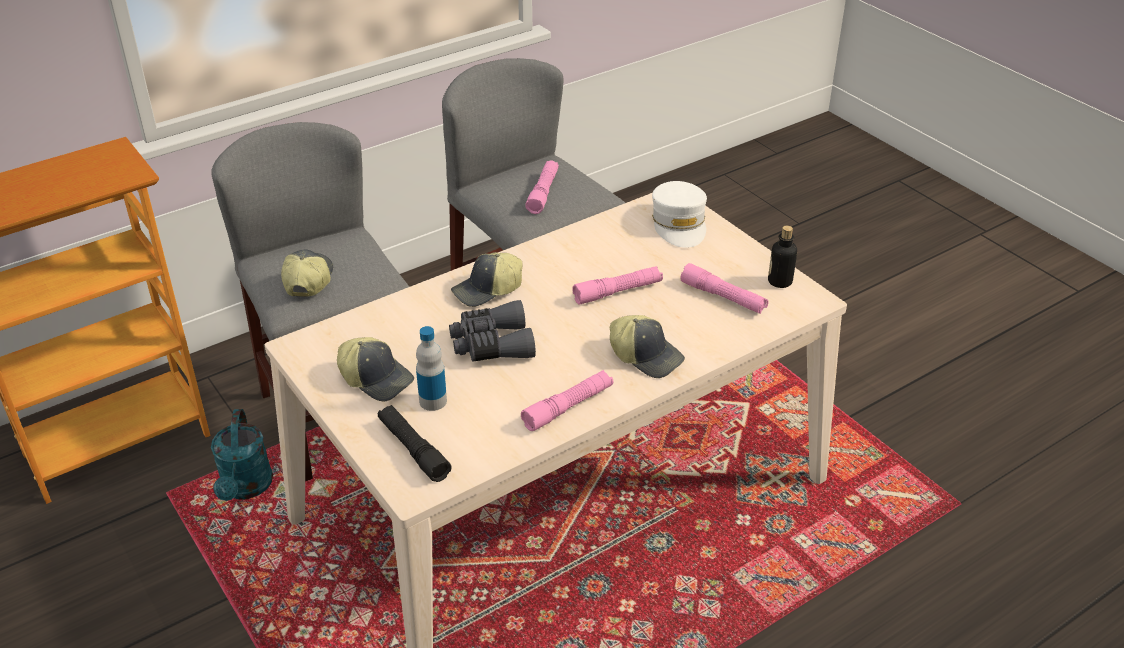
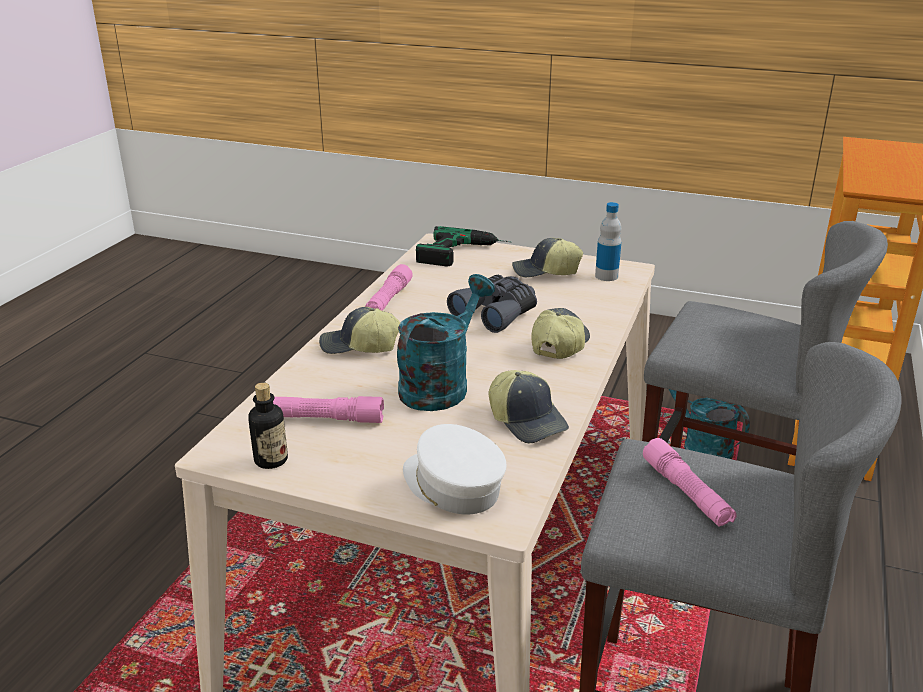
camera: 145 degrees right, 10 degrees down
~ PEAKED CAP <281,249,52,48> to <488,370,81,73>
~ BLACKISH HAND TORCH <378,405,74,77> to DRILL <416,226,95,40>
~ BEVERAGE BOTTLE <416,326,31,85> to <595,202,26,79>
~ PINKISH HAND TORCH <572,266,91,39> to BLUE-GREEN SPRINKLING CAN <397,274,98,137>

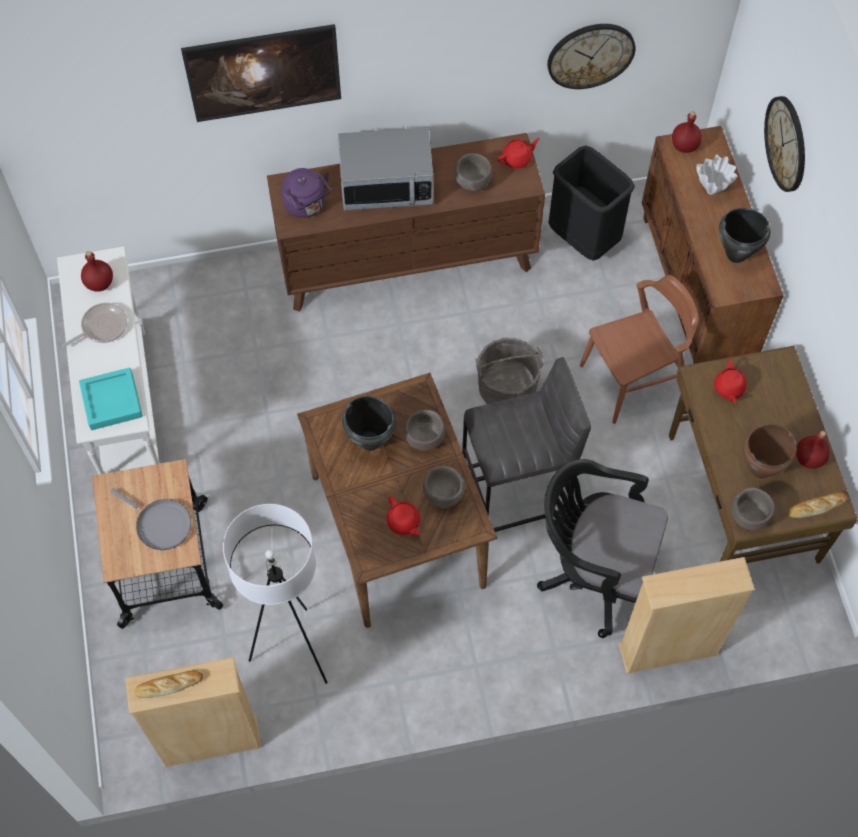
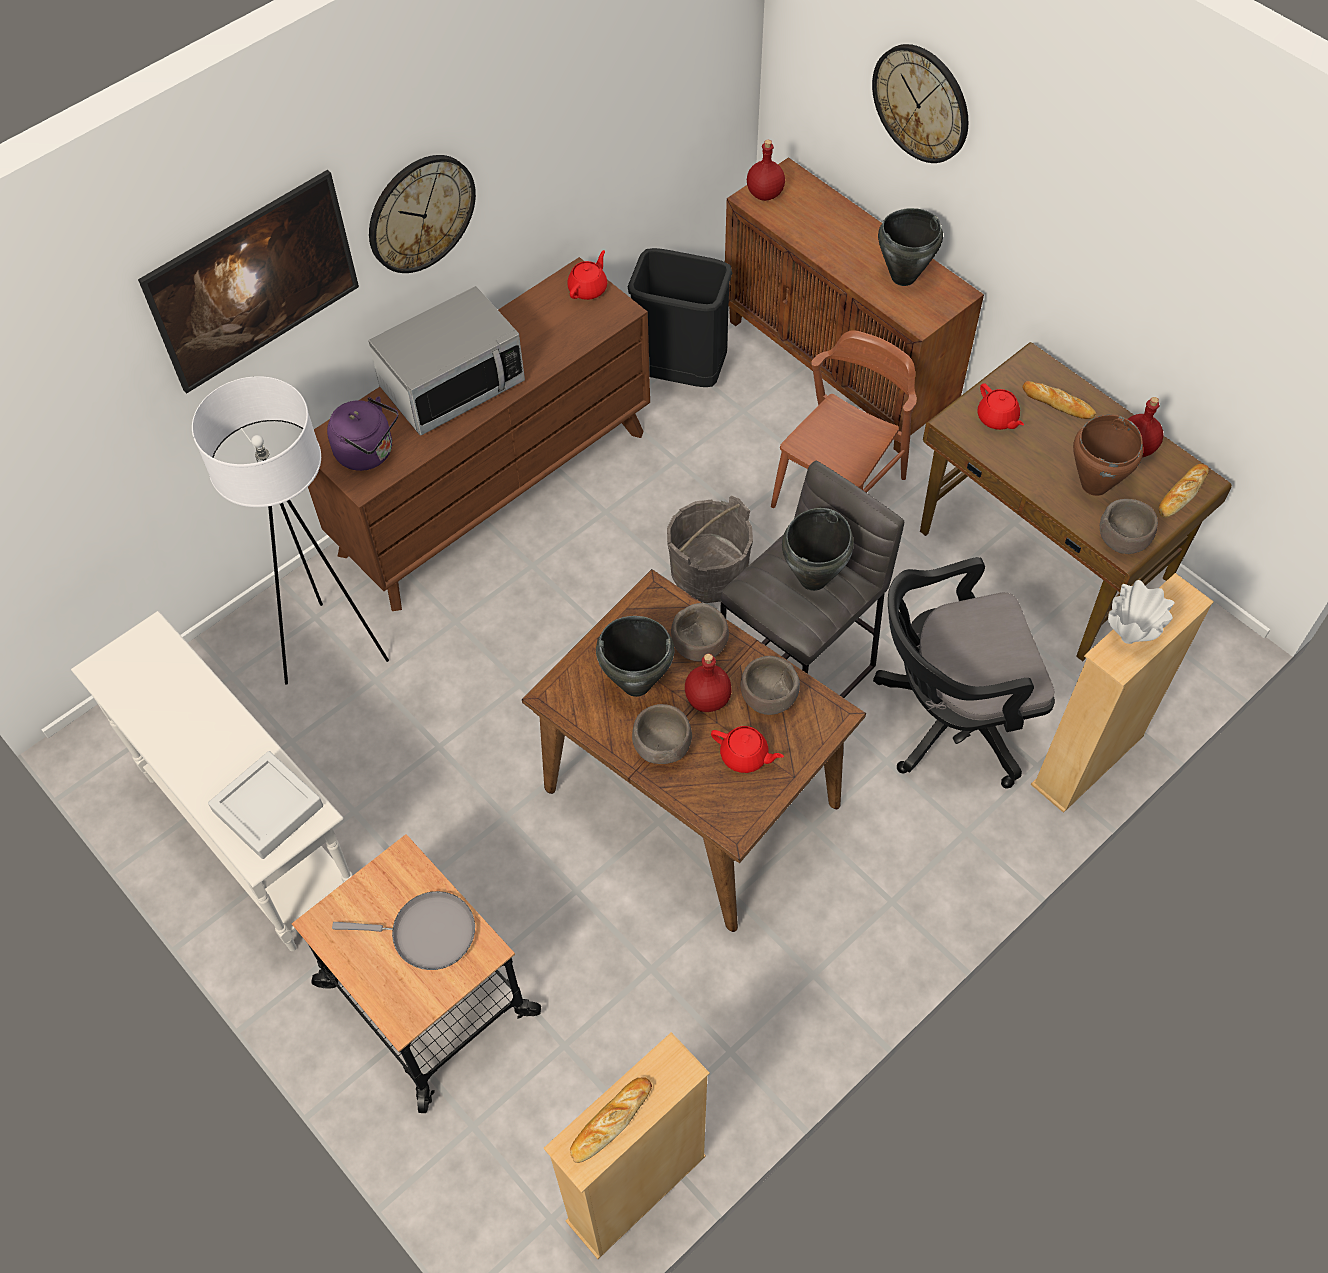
camera: 30 degrees left, 5 degrees down
- SKILLET <61,303,66,45>
~ BLUE-GREEN TRAY <79,368,64,62> to GREY TRAY <208,751,115,108>
~ RED-COLOURED BEVERAGE BOTTLE <81,251,32,41> to <685,654,46,58>
~ WHITE FLOOR LAMP <223,504,105,180> to <192,376,197,308>
~ BROWNISH BOWL <454,153,38,38> to <632,704,60,60>
~ CLOCK ON THE WALL <547,24,88,65> to <369,155,107,118>
~ WHITE DECORATIVE VASE <696,154,41,41> to <1108,580,67,64>
+ BLACKISH COOKING POT <782,508,72,83>
+ BREAD <1022,381,74,38>

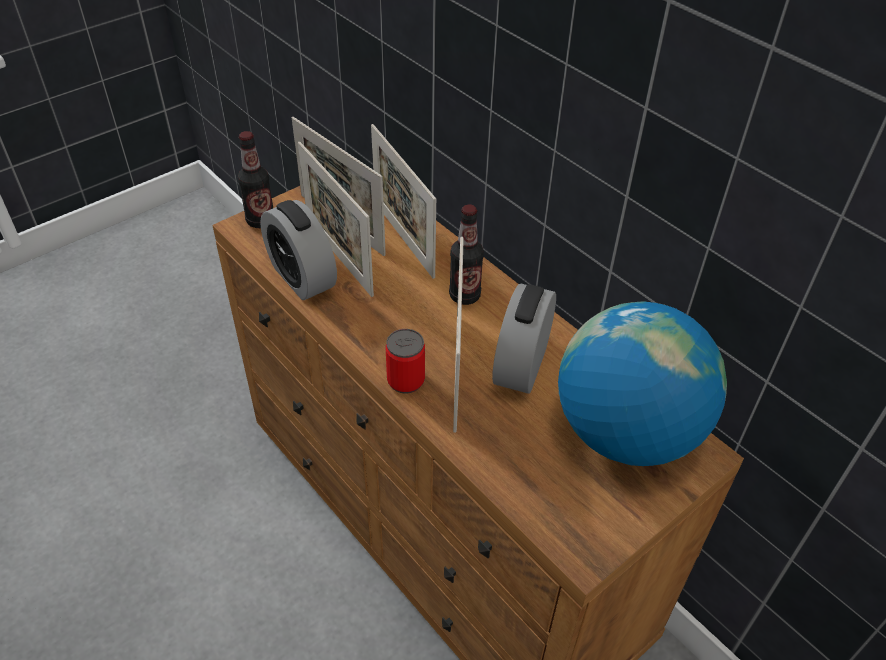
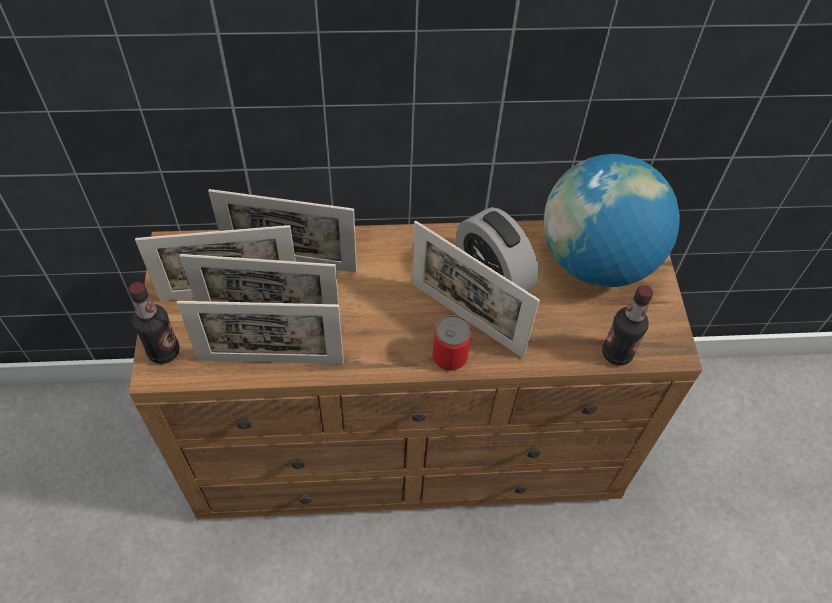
camera: 55 degrees left, 10 degrees up
~ ALARM CLOCK <260,200,77,100> to STANDING FRAME <176,301,168,63>
~ BEVERAGE BOTTLE <449,205,35,100> to <602,285,51,81>

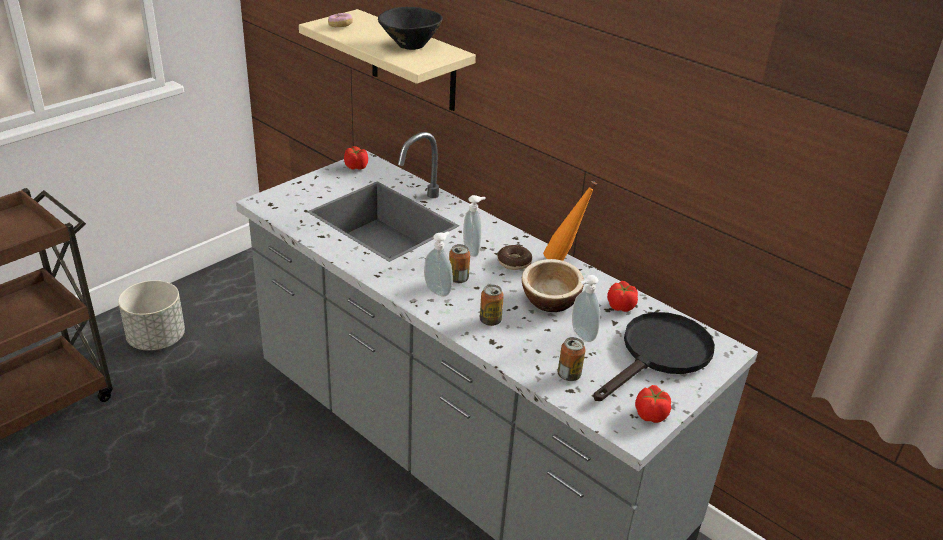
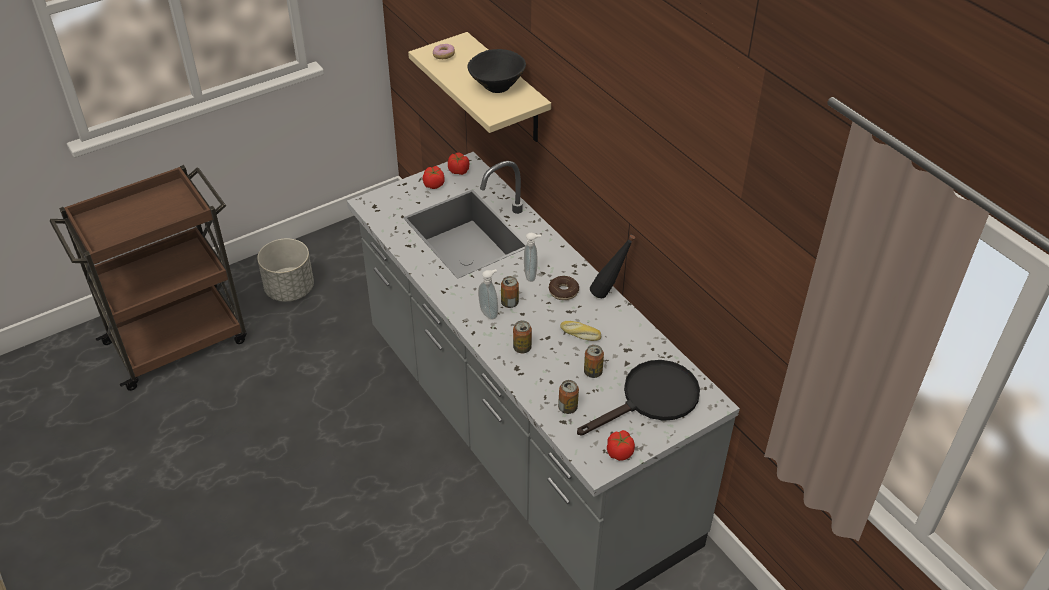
camera: 15 degrees right, 10 degrees up
~ BOWL <522,259,62,53> to BREAD <560,321,41,20>
~ ORANGE BEVERAGE BOTTLE <543,181,54,80> to BLACKISH BEVERAGE BOTTLE <590,235,45,63>
~ SOAP DISPENSER <572,275,28,67> to METAL CAN <584,345,20,33>
~ WHOLE TOMATO <607,281,31,31> to <423,166,21,23>

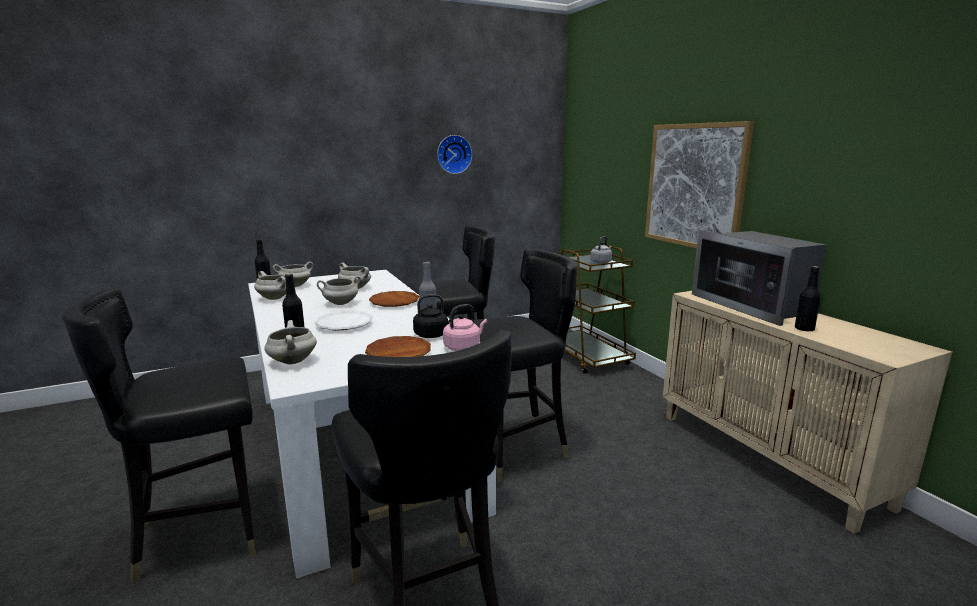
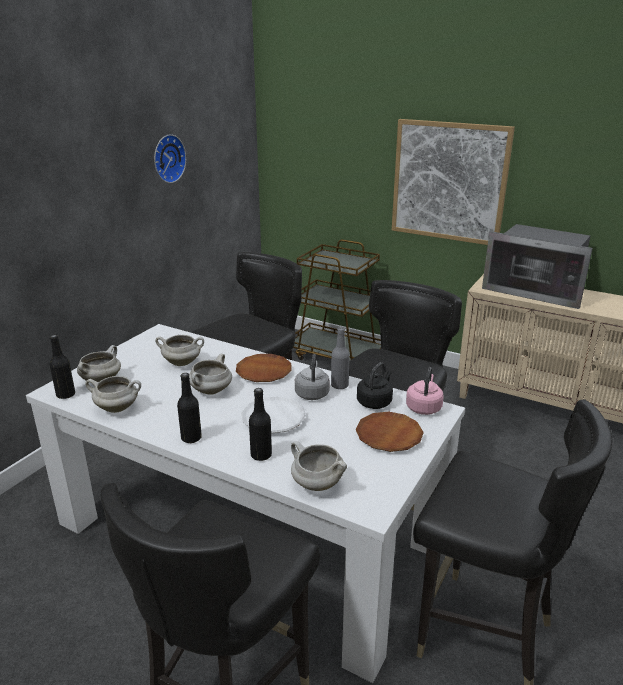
camera: 35 degrees left, 10 degrees up
~ GREY TEA KETTLE <590,236,22,28> to <295,354,35,46>
~ BLACKISH BEVERAGE BOTTLE <795,266,26,65> to <177,373,25,70>

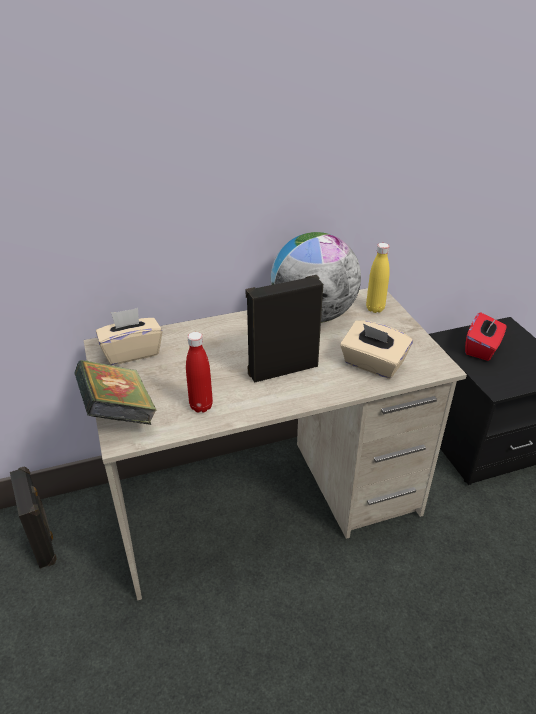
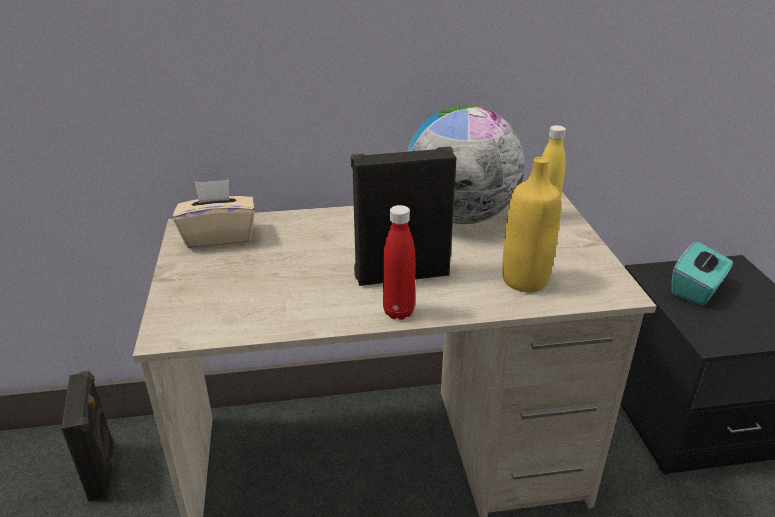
camera: 10 degrees right, 5 degrees down
- VOLUME <74,360,83,65>
~ RED-COLOURED BEVERAGE BOTTLE <186,332,27,81> to <383,205,32,115>
~ BEIGE-COLOURED BOX OF TISSUES <340,320,73,59> to YELLOWISH BEVERAGE BOTTLE <502,157,59,135>
~ RED-COLOURED BOX OF TISSUES <465,312,41,49> to BLUE-GREEN BOX OF TISSUES <671,242,62,63>

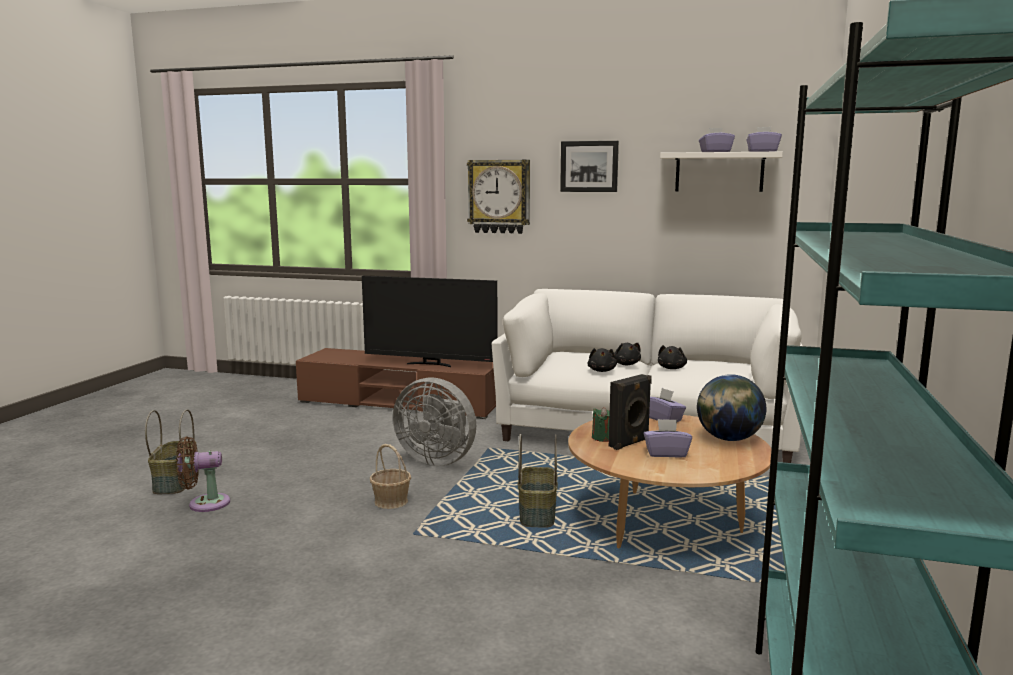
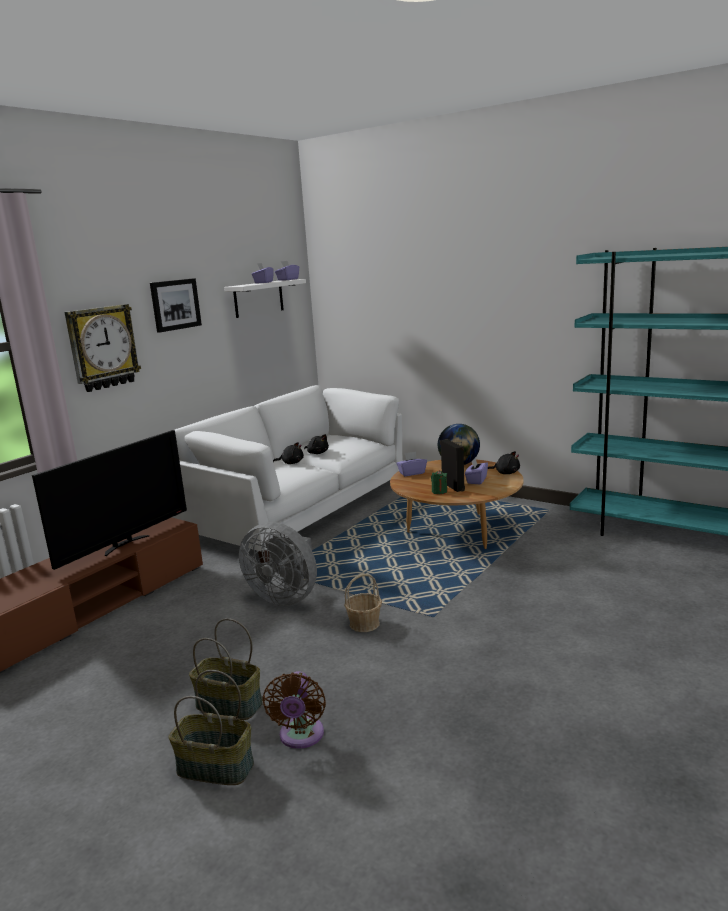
camera: 70 degrees left, 5 degrees up
~ GREY COOLING FAN <393,378,83,88> = <239,522,78,84> 75 degrees clockwise
~ HOUSEHOLD BASKET <518,433,40,95> to <189,618,74,102>
~ BLACKISH CUDDLY TOY <587,348,30,24> to <488,451,32,23>

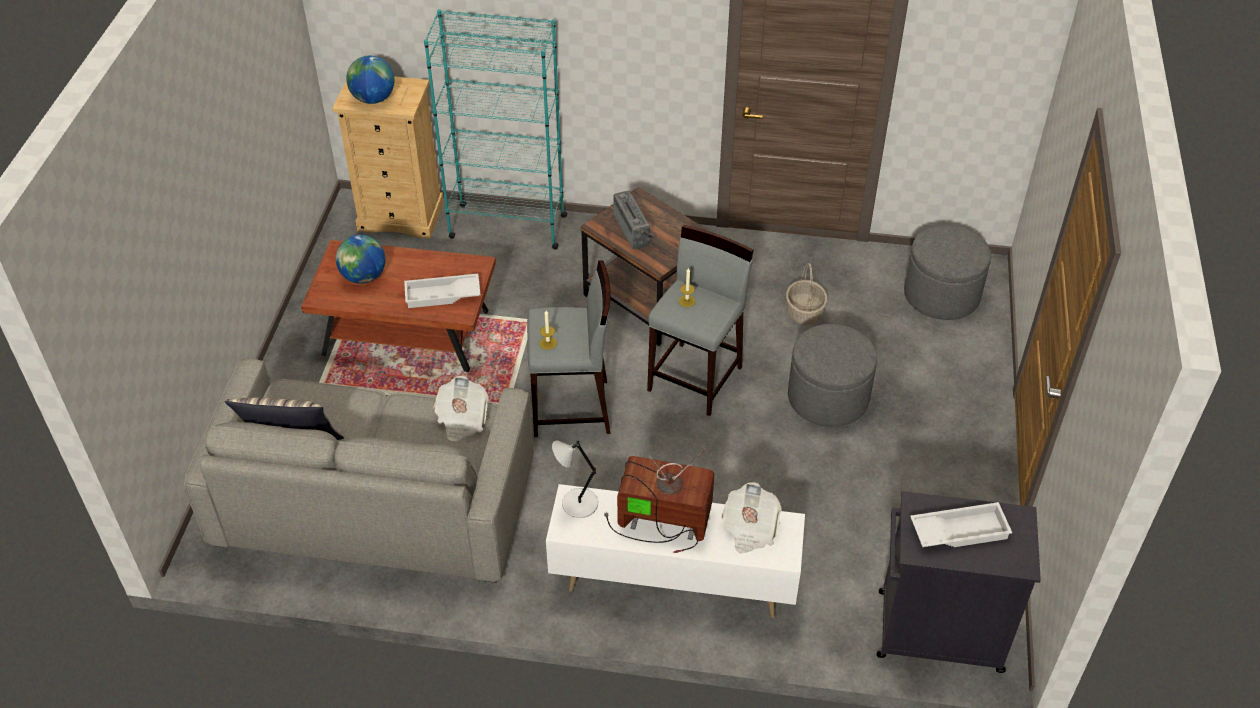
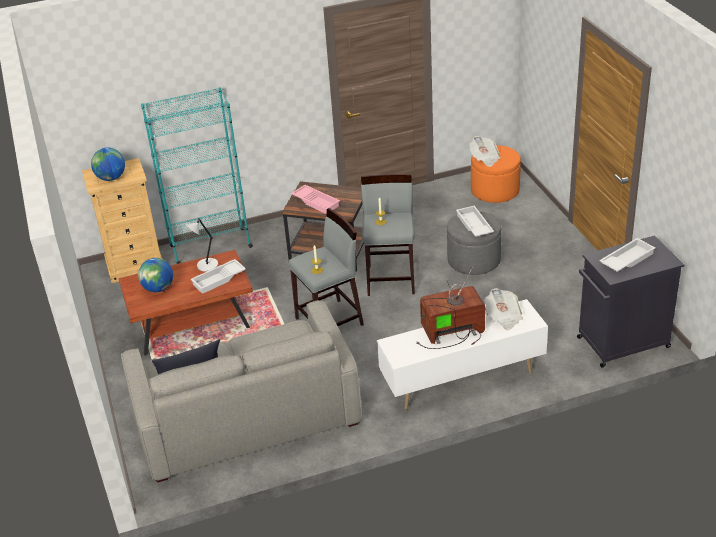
camera: 25 degrees left, 10 degrees down
~ DAILY PAPER <433,376,56,65> to <469,136,32,31>
~ GREY TABLETOP LAMP <552,441,46,77> to <185,218,33,54>
~ RADIO SET <613,191,42,59> to PINKISH TRAY <291,185,49,29>
- HOUSEHOLD BASKET <786,263,41,62>
~ GREY POUFFE <904,225,87,95> to ORANGE POUFFE <471,145,50,58>
+ WHITE TRAY <456,206,38,31>

